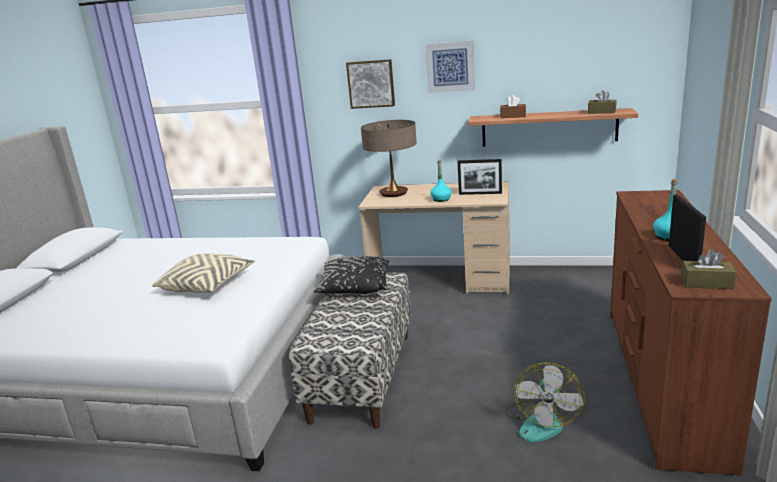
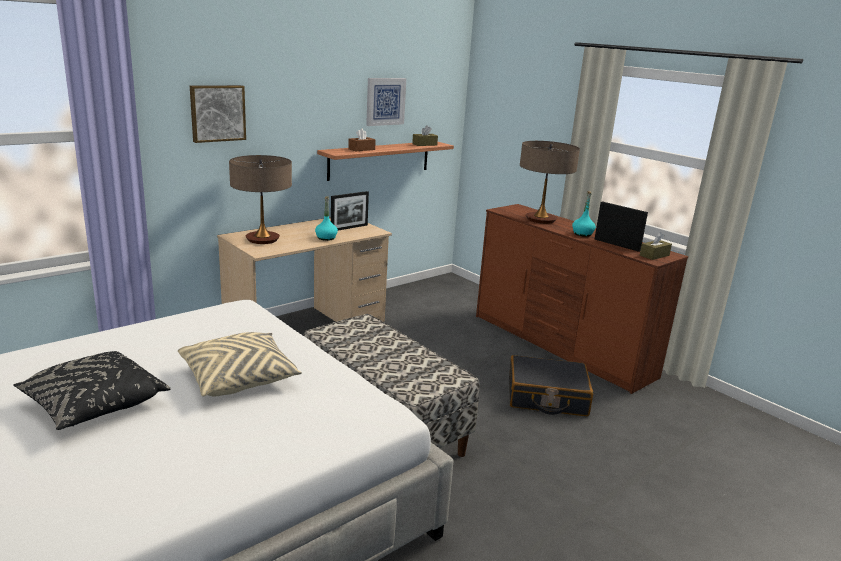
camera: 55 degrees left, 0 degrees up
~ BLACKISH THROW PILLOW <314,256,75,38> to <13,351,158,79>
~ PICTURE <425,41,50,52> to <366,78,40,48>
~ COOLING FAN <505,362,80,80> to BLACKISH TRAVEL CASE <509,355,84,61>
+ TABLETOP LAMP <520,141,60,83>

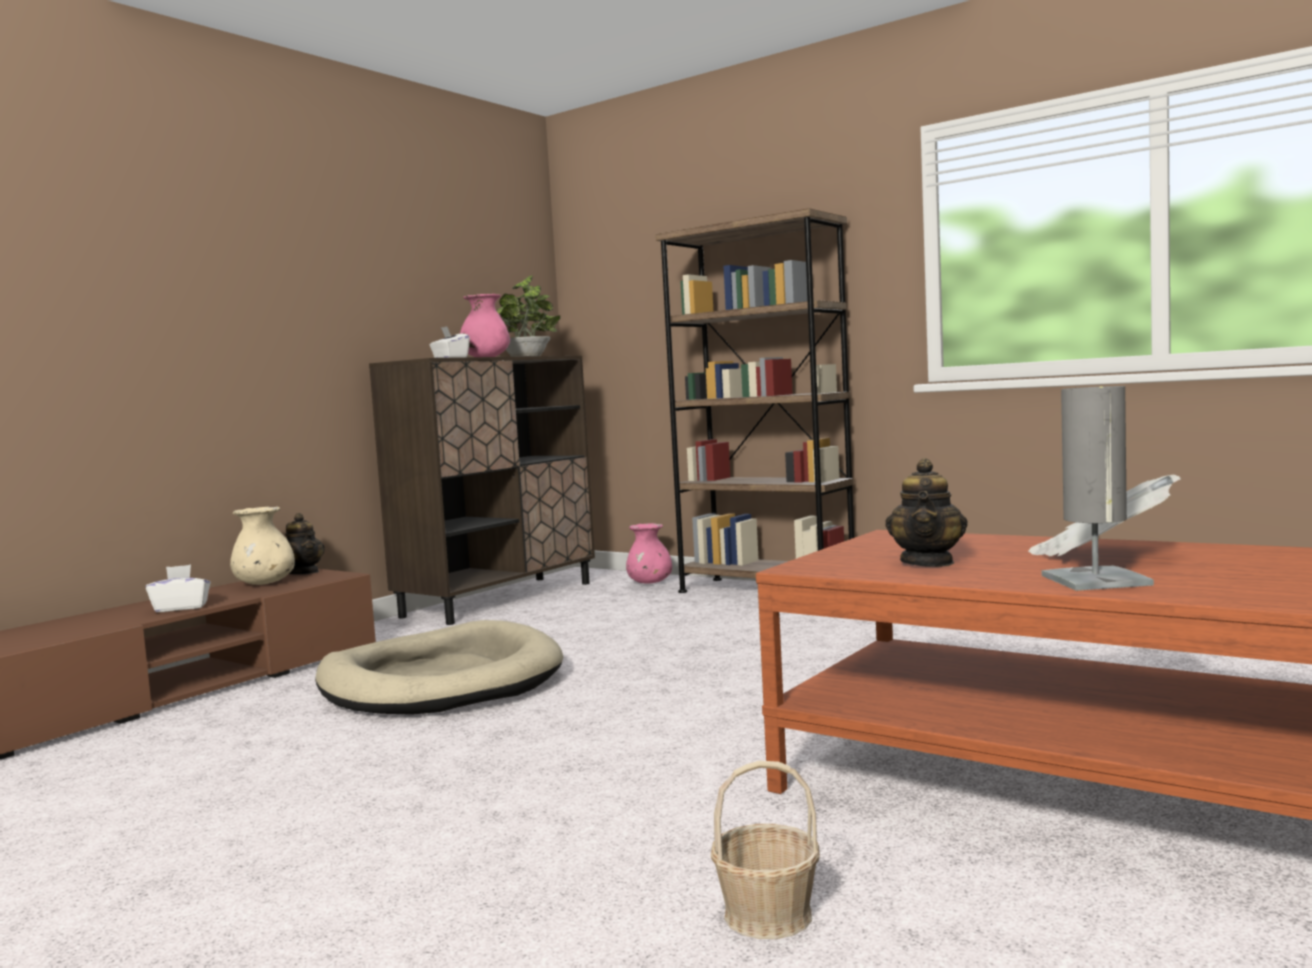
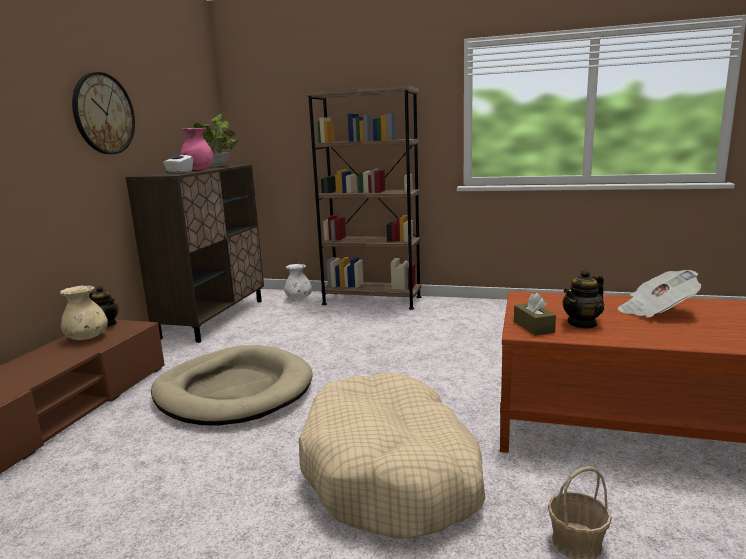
camera: 20 degrees left, 10 degrees up
- WHITE BOX OF TISSUES <146,564,65,48>
~ PINKISH DECORATIVE VASE <626,523,46,61> to WHITE DECORATIVE VASE <284,264,28,35>
~ POT FOR TEA <885,458,83,109> = <562,269,42,60> 60 degrees clockwise
- GREY TABLETOP LAMP <1042,386,112,205>
+ CLOCK ON THE WALL <72,72,63,82>
+ BEIGE-COLOURED DOG BED <299,373,187,166>
+ BROWNISH BOX OF TISSUES <514,293,42,43>

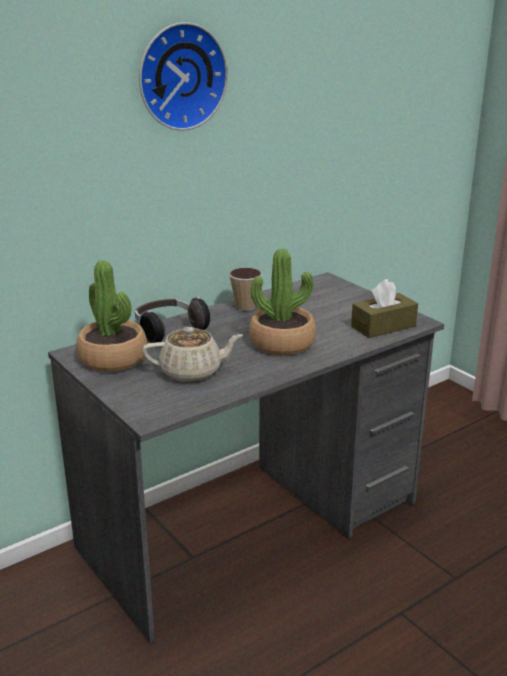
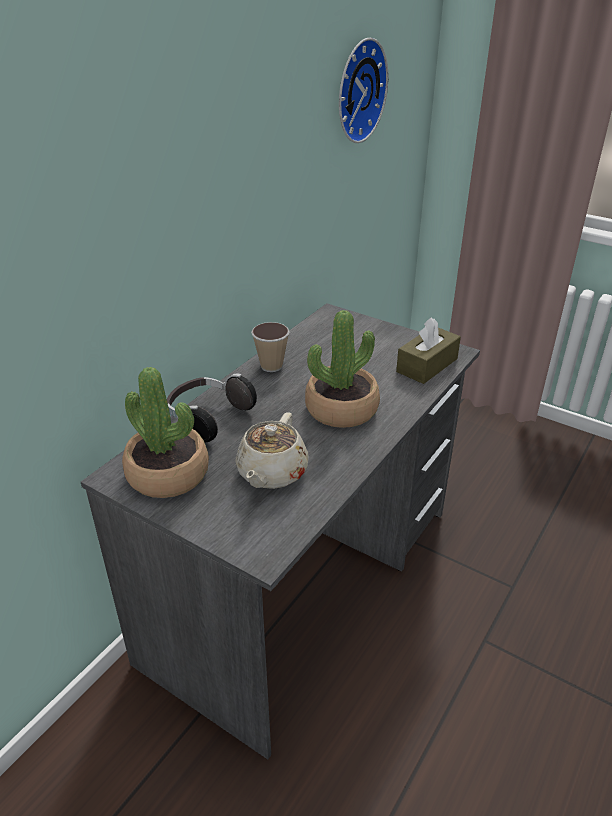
camera: 20 degrees left, 10 degrees up
~ CLOCK ON THE WALL <139,22,89,109> to <339,38,49,105>
~ BEIGE-COLOURED POT FOR TEA <142,327,101,55> = <235,412,74,77> 135 degrees clockwise

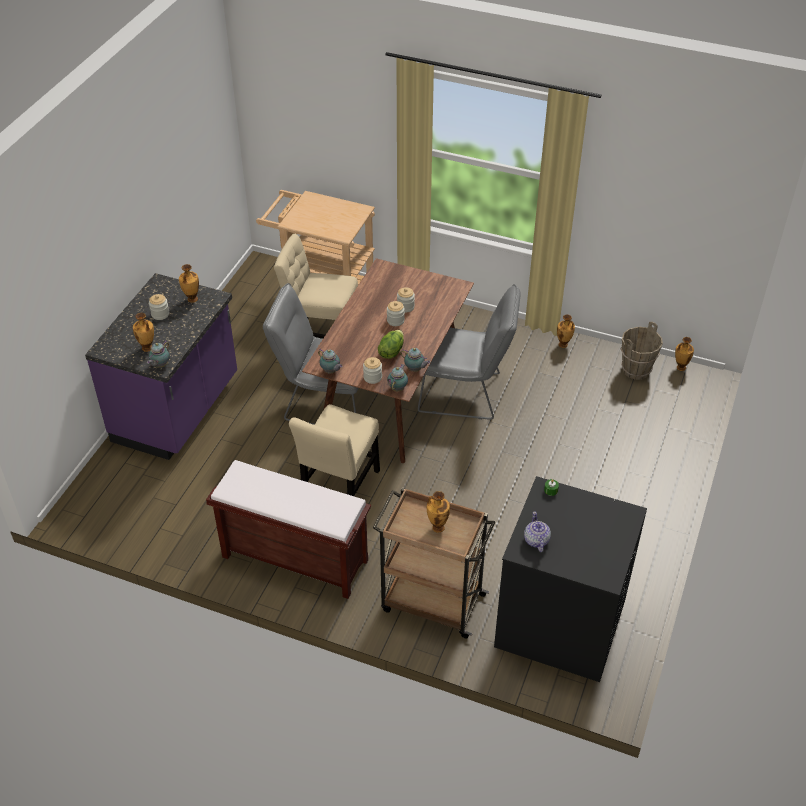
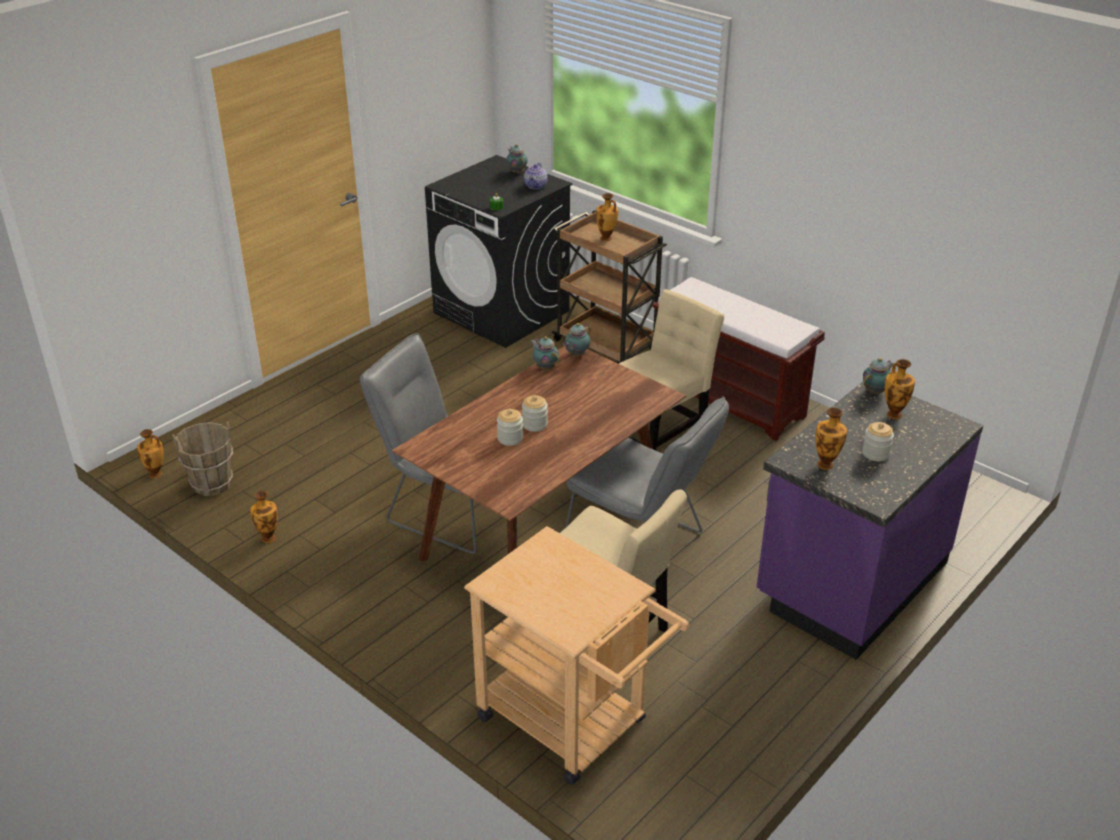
camera: 160 degrees left, 10 degrees down
~ POT FOR TEA <318,349,25,25> to <506,144,22,30>
- STORAGE JAR <363,357,19,27>
- LETTUCE HEAD <378,330,26,29>

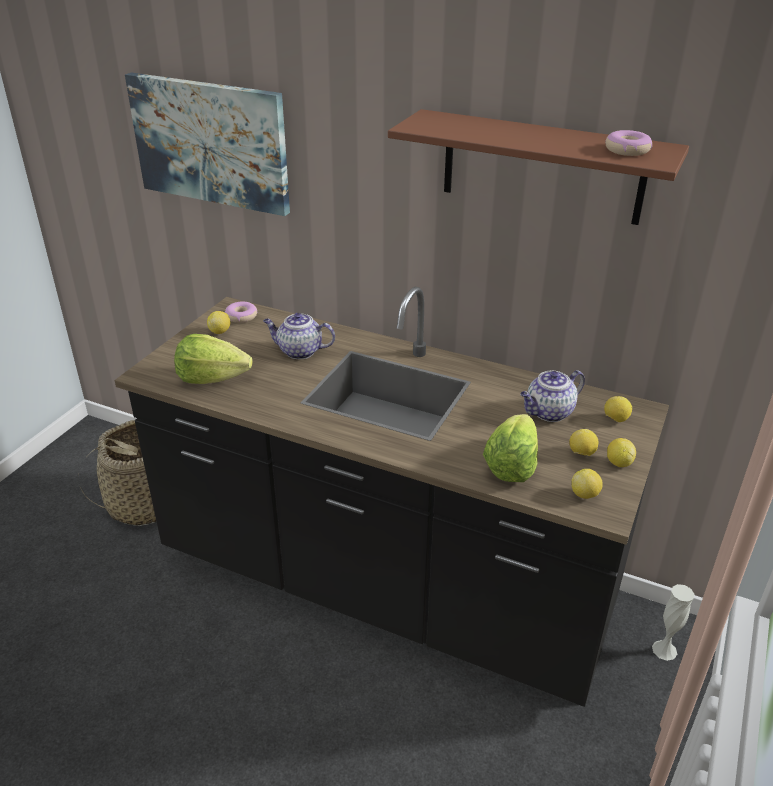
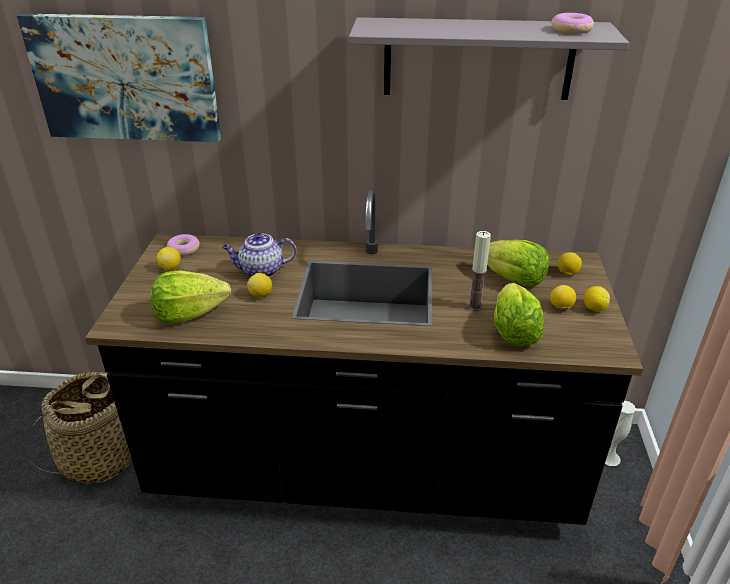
camera: 20 degrees left, 0 degrees up
~ BROWNISH WALL SHELF <388,109,301,116> to GREY WALL SHELF <349,17,280,83>
~ POT FOR TEA <520,370,65,52> to LETTUCE HEAD <487,240,62,47>
~ WHOLE LEMON <571,469,32,30> to <247,273,25,25>
+ CANDLE <468,231,23,80>

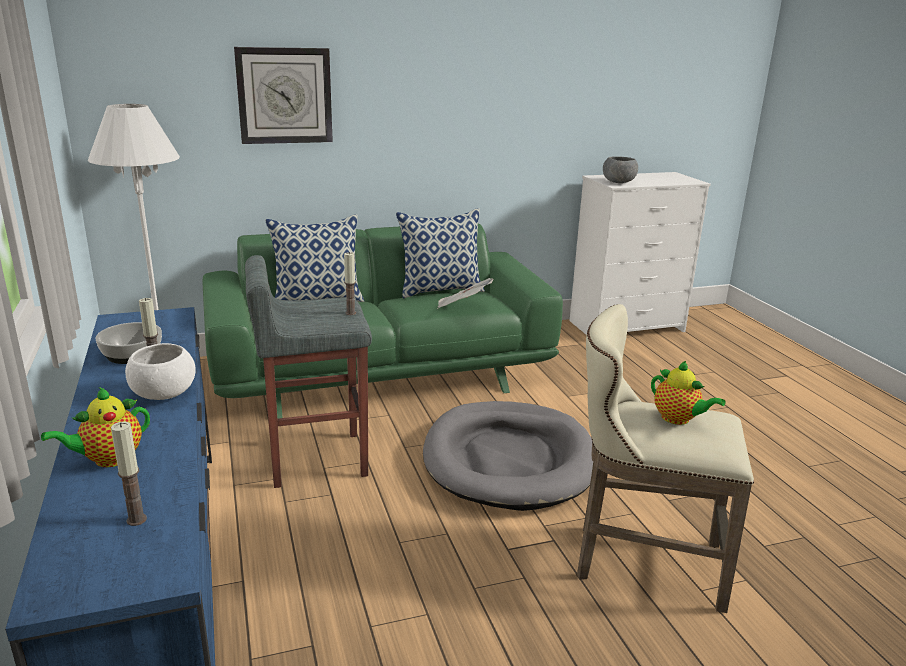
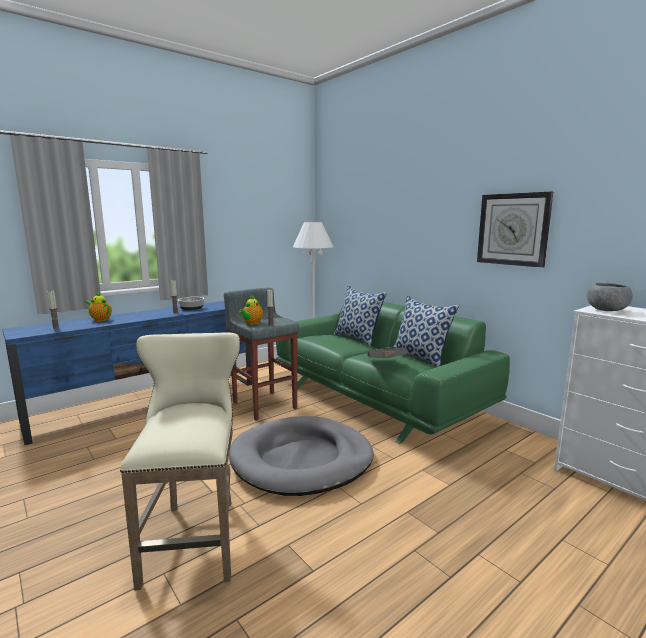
camera: 70 degrees right, 10 degrees down
- WHITE BOWL <125,343,71,57>
~ CLOCK ON THE WALL <234,47,99,97> to <477,192,76,76>
~ POT FOR TEA <651,361,75,64> to <238,294,25,31>

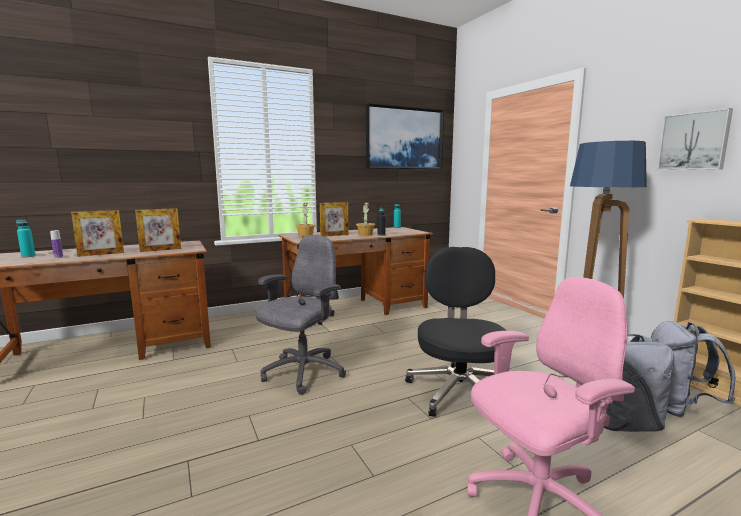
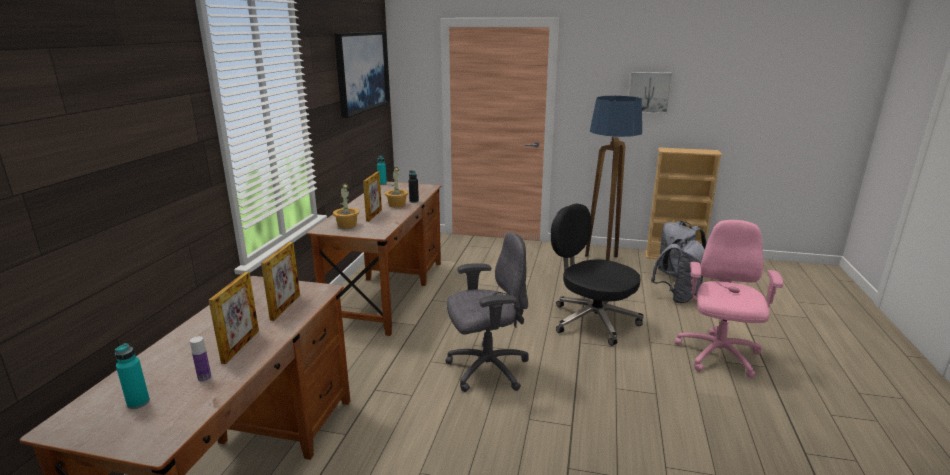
camera: 50 degrees left, 10 degrees up
~ GREY OFFICE CHAIR <256,235,90,160> = <445,232,84,160> 90 degrees clockwise

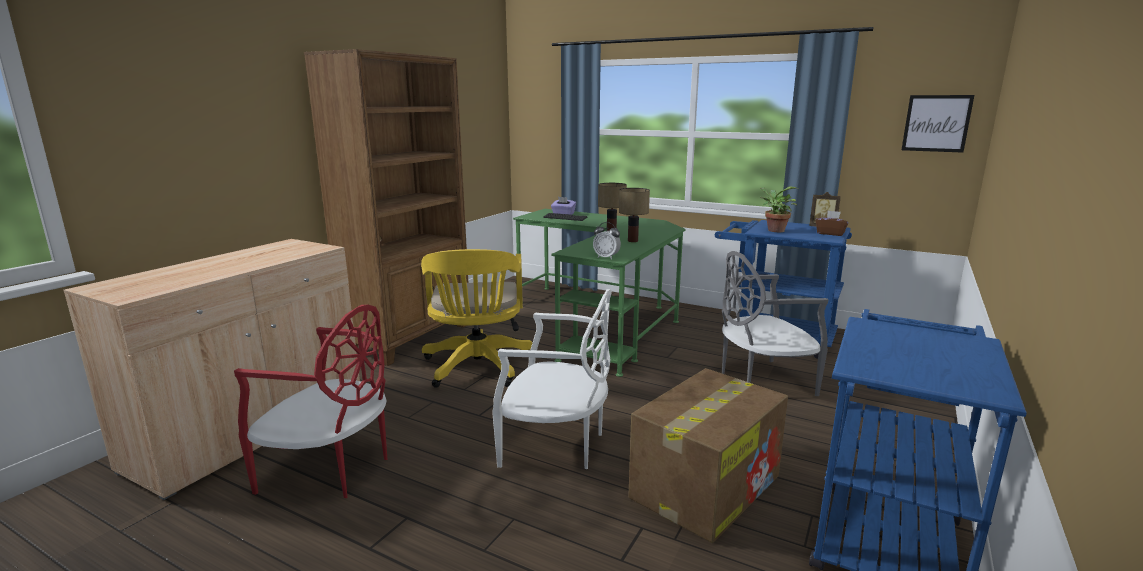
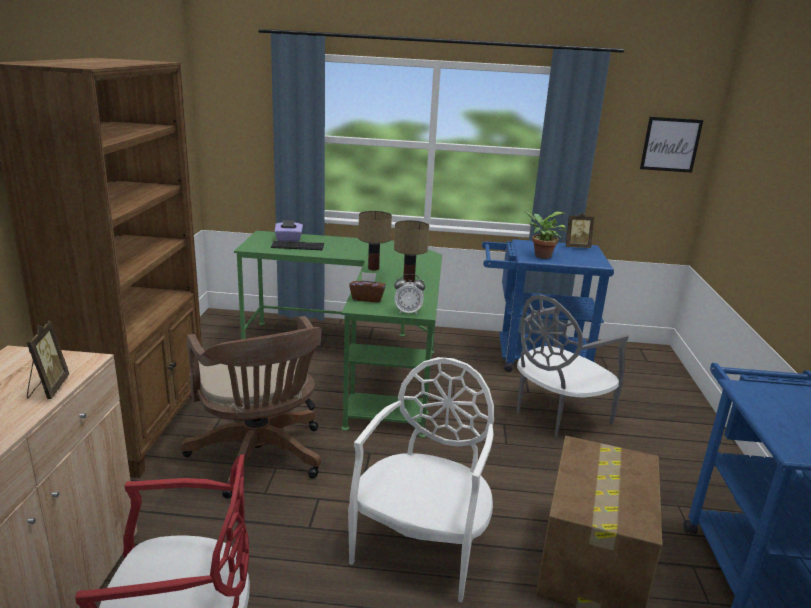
camera: 25 degrees left, 5 degrees up
~ YELLOWISH OFFICE CHAIR <421,249,112,139> to BROWNISH OFFICE CHAIR <181,316,141,183>
~ WHITE CHAIR <492,289,120,180> = <348,357,146,245> 60 degrees counterclockwise
~ BROWNISH BOX OF TISSUES <816,211,33,25> to <349,272,37,31>
+ STANDING FRAME <27,321,42,78>

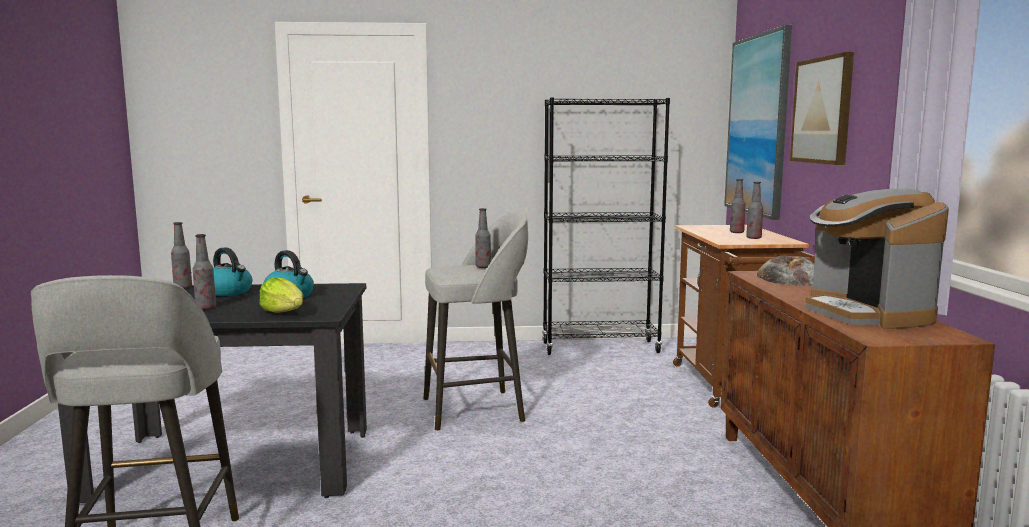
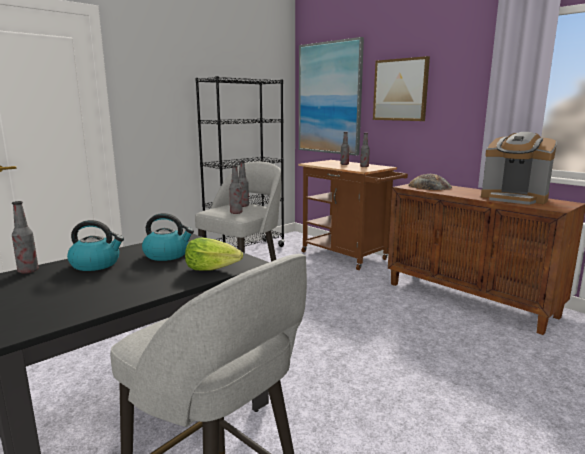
camera: 40 degrees left, 5 degrees up
~ BEVERAGE BOTTLE <193,234,23,76> to <229,165,14,49>

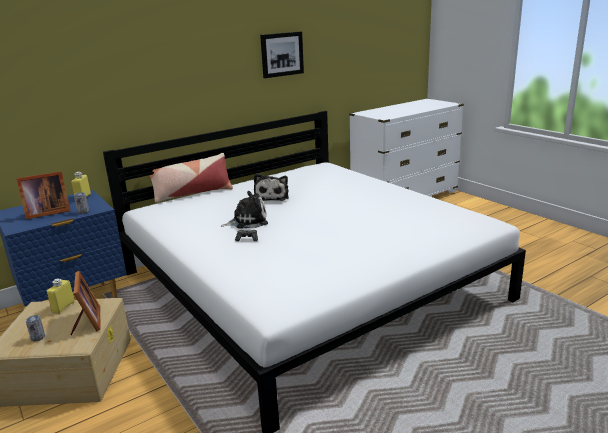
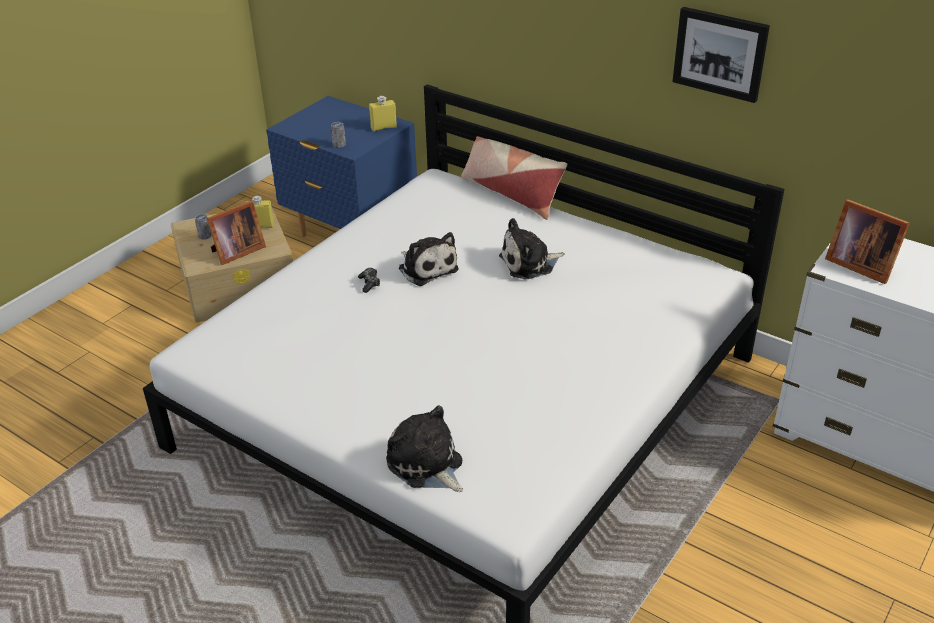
camera: 70 degrees right, 15 degrees up
~ STANDING FRAME <16,171,54,48> to <825,199,85,85>
+ CUDDLY TOY <386,405,77,87>

